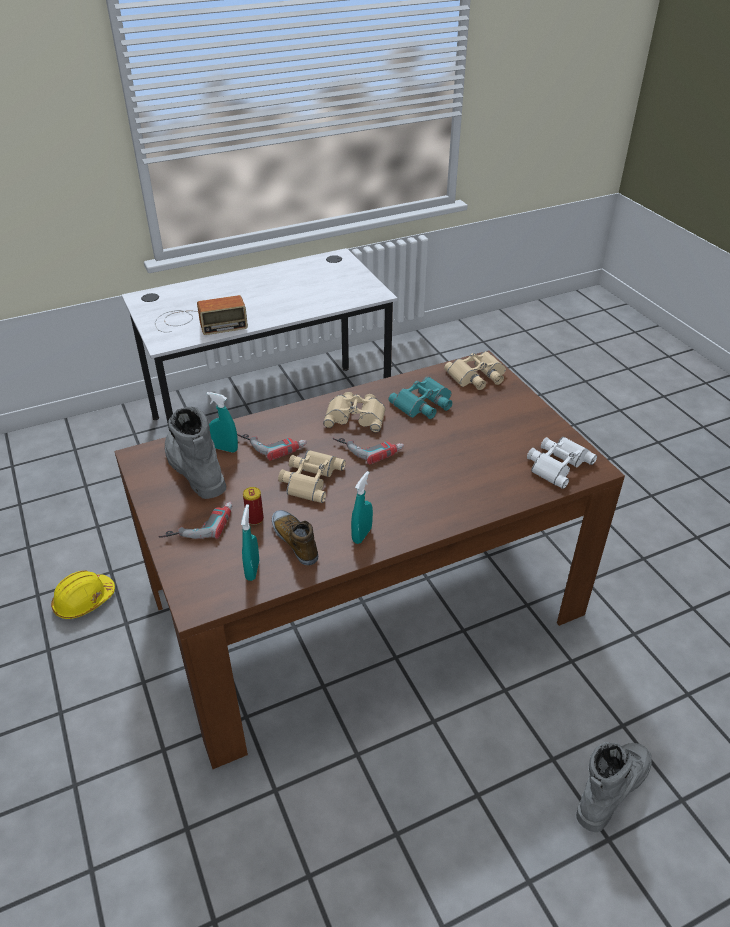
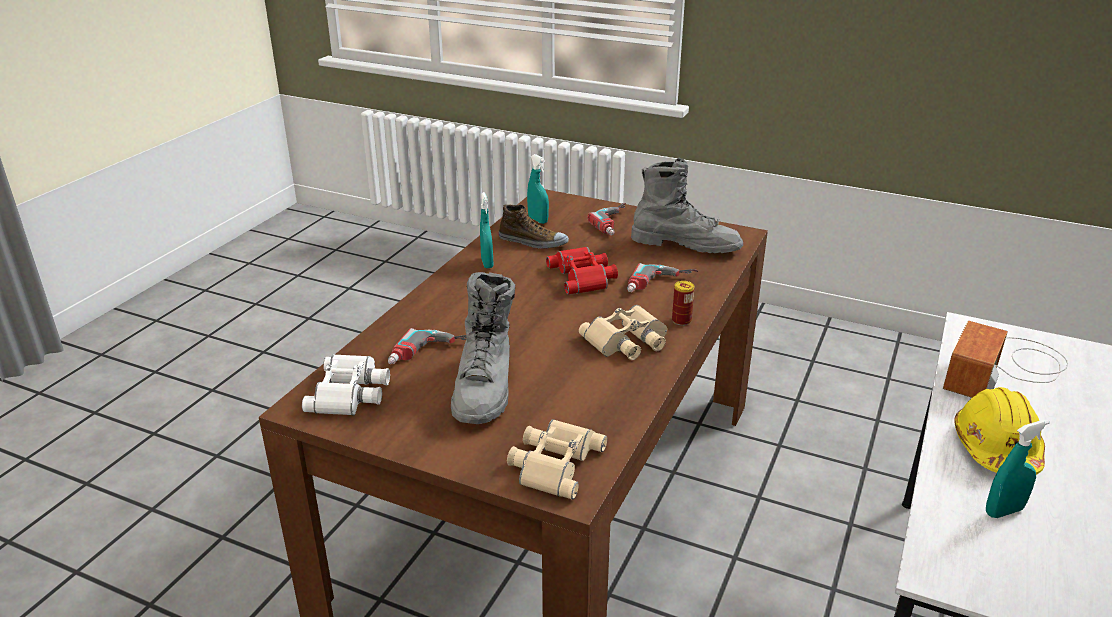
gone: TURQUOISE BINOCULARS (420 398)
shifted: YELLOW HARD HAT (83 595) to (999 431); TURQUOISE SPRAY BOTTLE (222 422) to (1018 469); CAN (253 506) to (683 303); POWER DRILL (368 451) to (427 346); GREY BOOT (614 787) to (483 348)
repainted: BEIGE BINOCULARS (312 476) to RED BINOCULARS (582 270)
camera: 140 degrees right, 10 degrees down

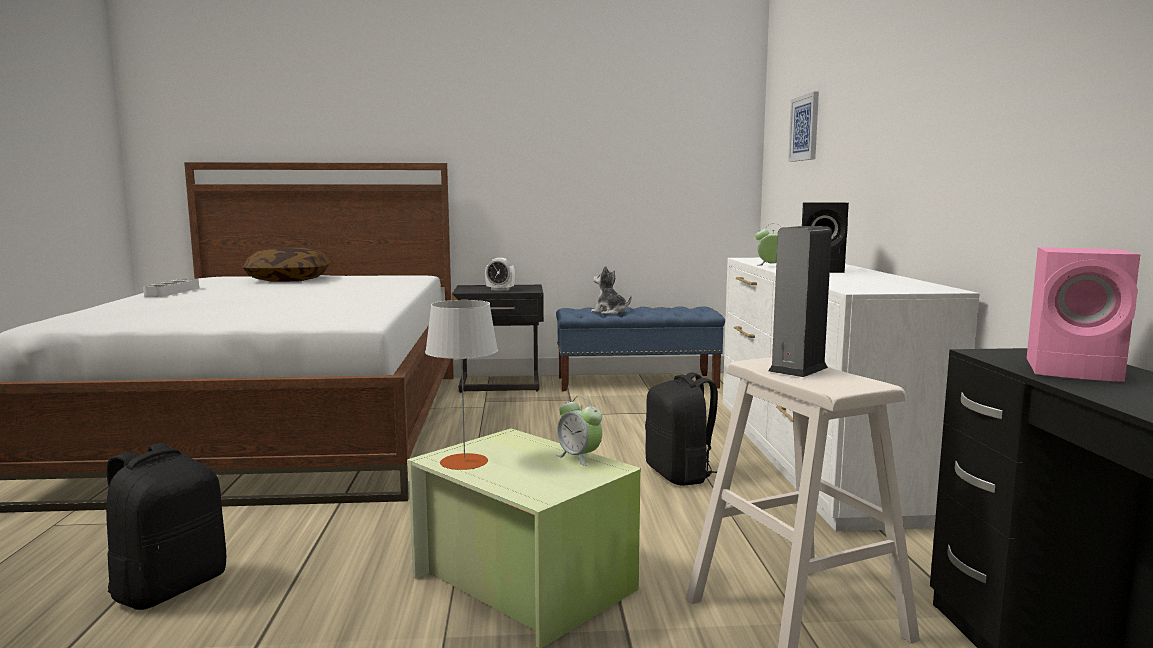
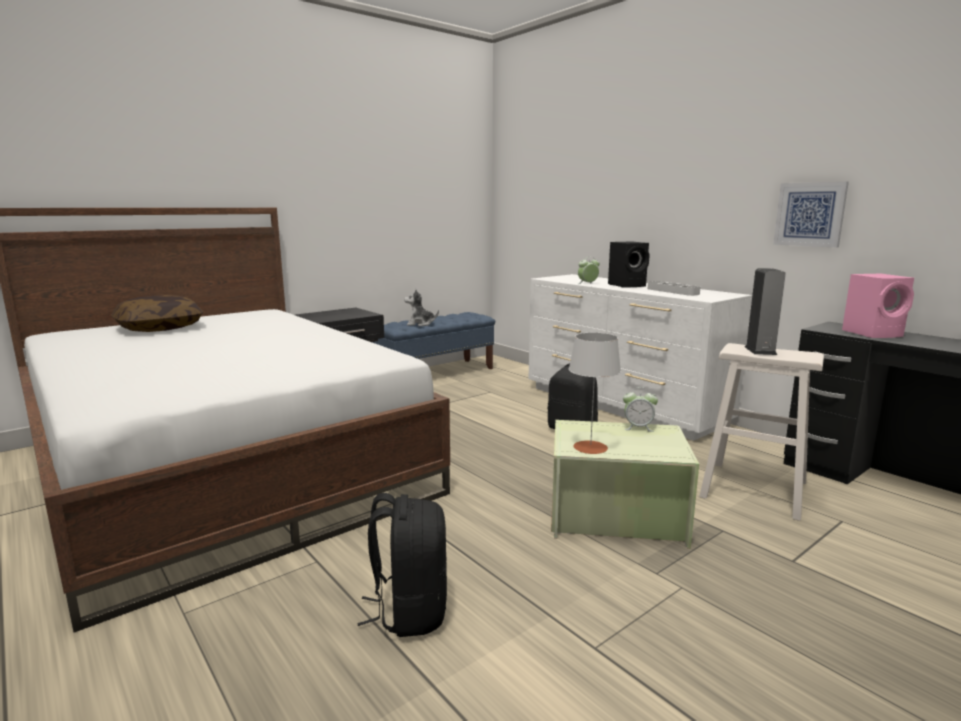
gone: ALARM CLOCK (500 274)
shifted: GREY TRAY (171 288) to (674 288); PICTURE (803 127) to (811 215)
camera: 35 degrees left, 5 degrees up

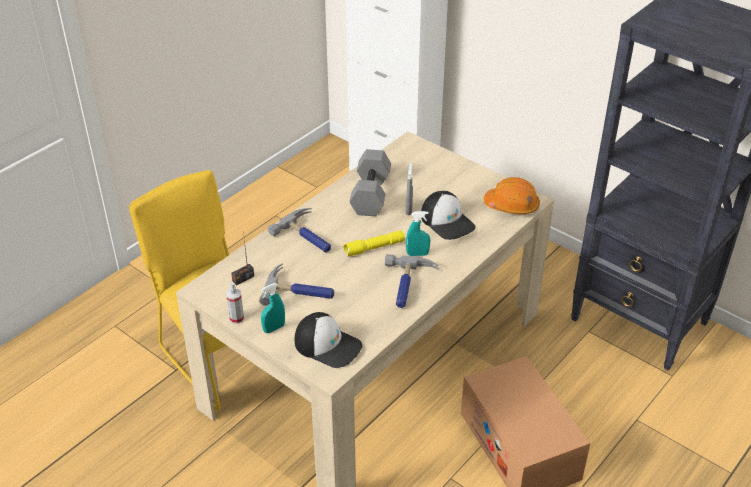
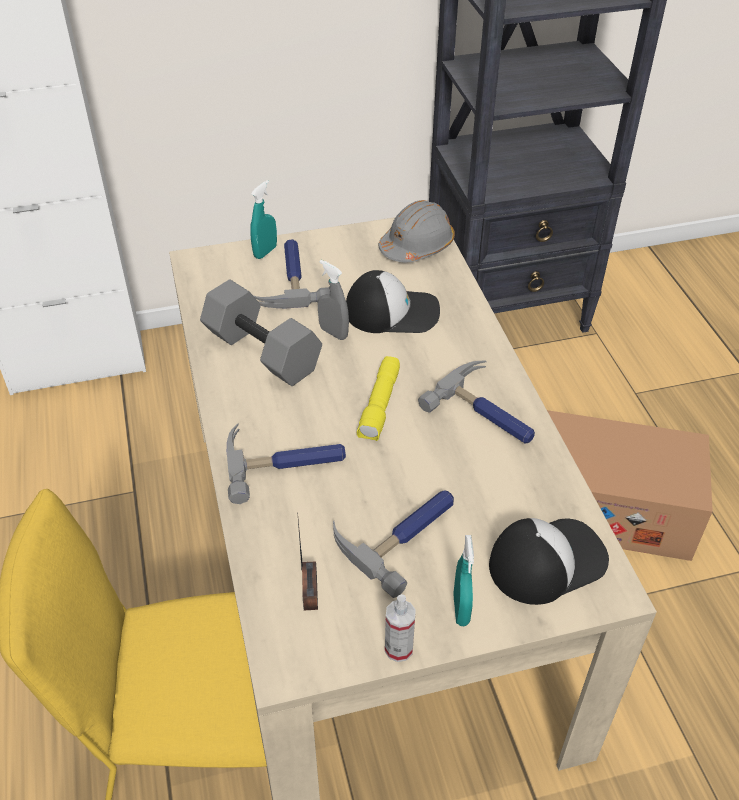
new: HAMMER (291 273)
shifted: TURQUOISE SPRAY BOTTLE (418 233) to (263 219)
repainted: ORANGE HARD HAT (511 195) to GREY HARD HAT (417 231)
camera: 55 degrees left, 5 degrees up

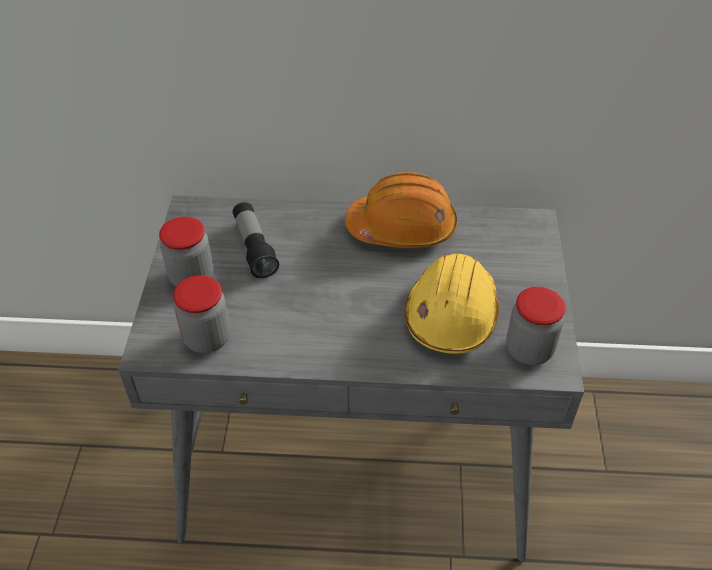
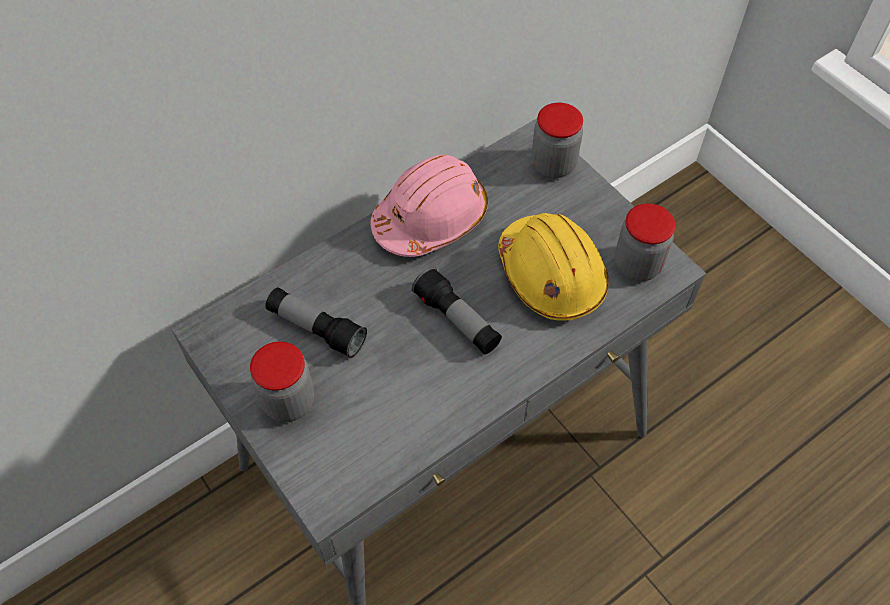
new: FLASHLIGHT (457 310)
shifted: JAR (201 314) to (557 140)
repainted: ORANGE HARD HAT (401 210) to PINK HARD HAT (429 206)
camera: 40 degrees left, 10 degrees up

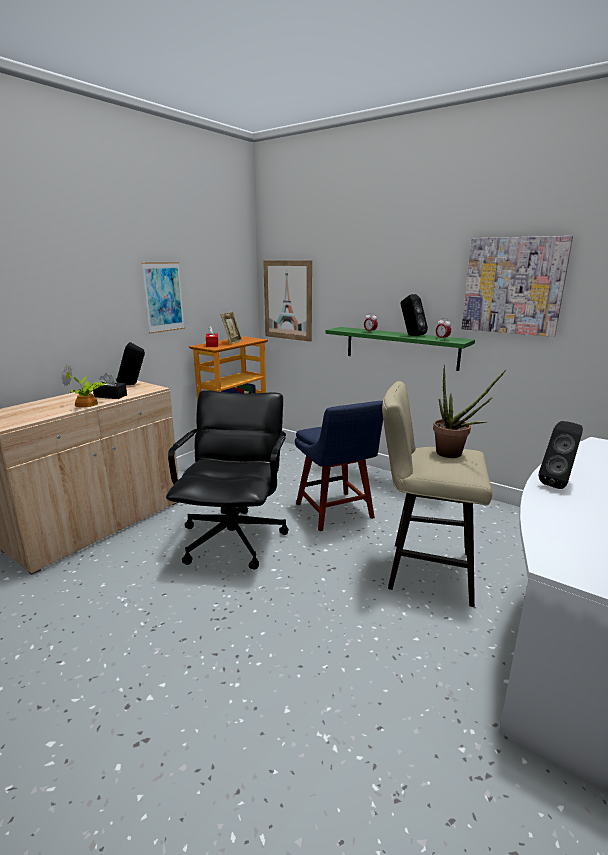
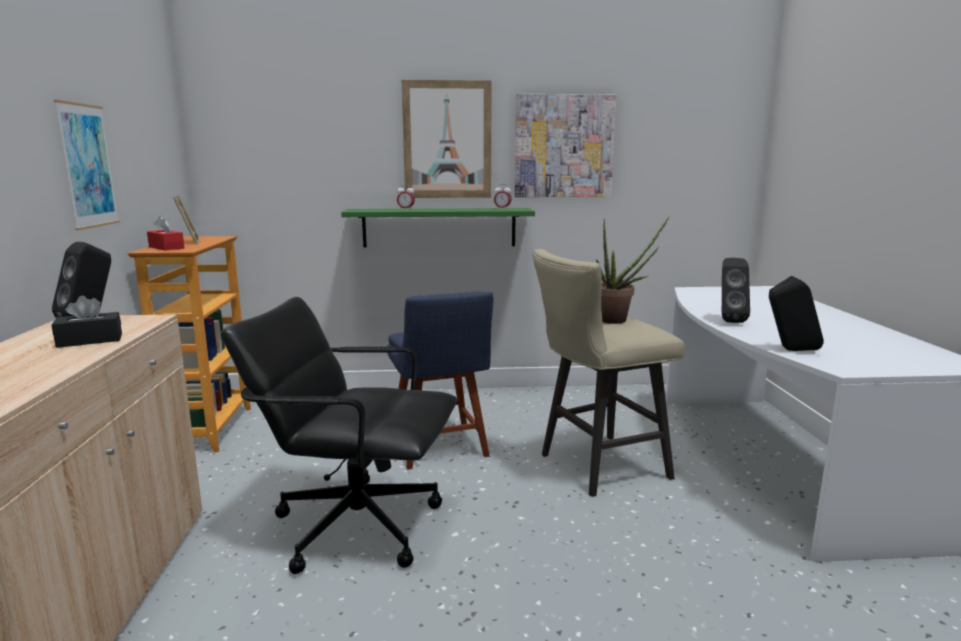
gone: POTTED PLANT (84 386)
shifted: PICTURE (287 301) to (447 139); BLACK SPEAKER (414 315) to (796 313)
rotated: BLACK OFFICE CHAIR (227 480) = (339 435) 45 degrees counterclockwise; BLUE CHAIR (339 466) = (441 380) 45 degrees clockwise
camera: 40 degrees left, 5 degrees down

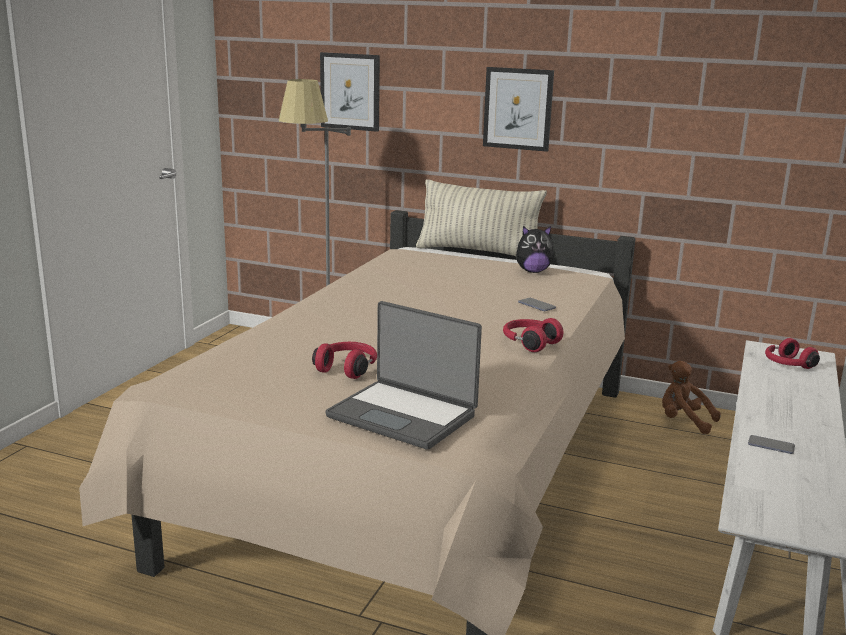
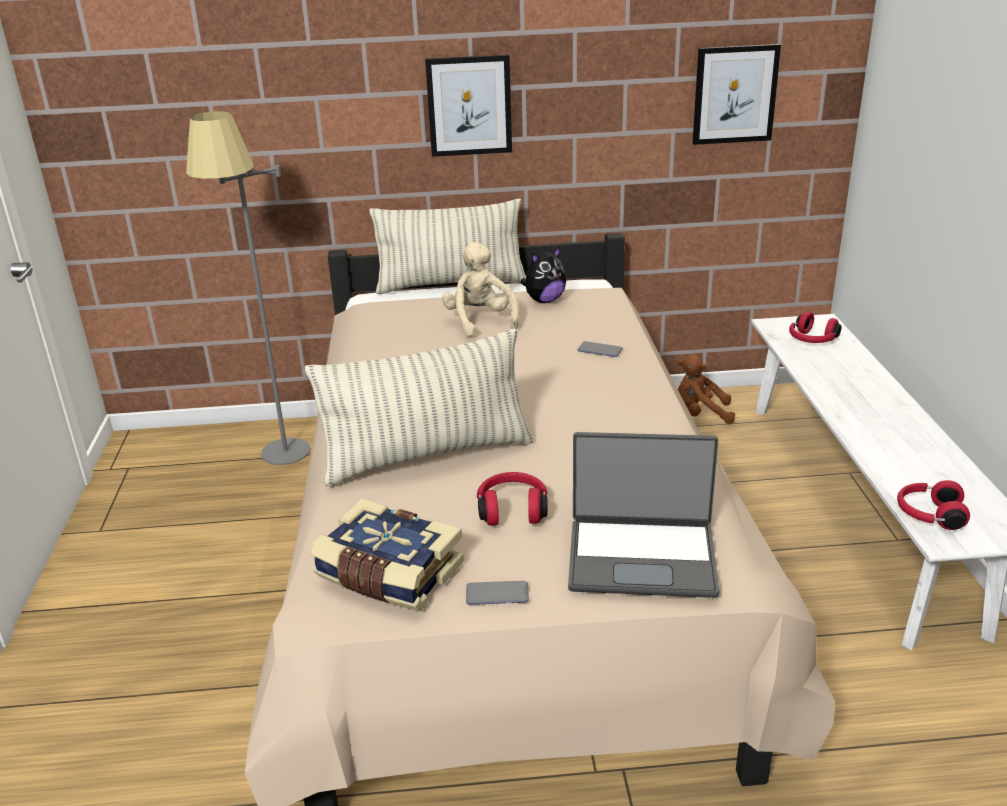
new: PILLOW (419 407); BOOK (387 555); BEIGE PLUSH TOY (480 289)
shifted: PICTURE (350 92) to (737 94); RED HEADPHONES (533 335) to (933 505); PHONE (771 444) to (497 593)
camera: 25 degrees left, 10 degrees up

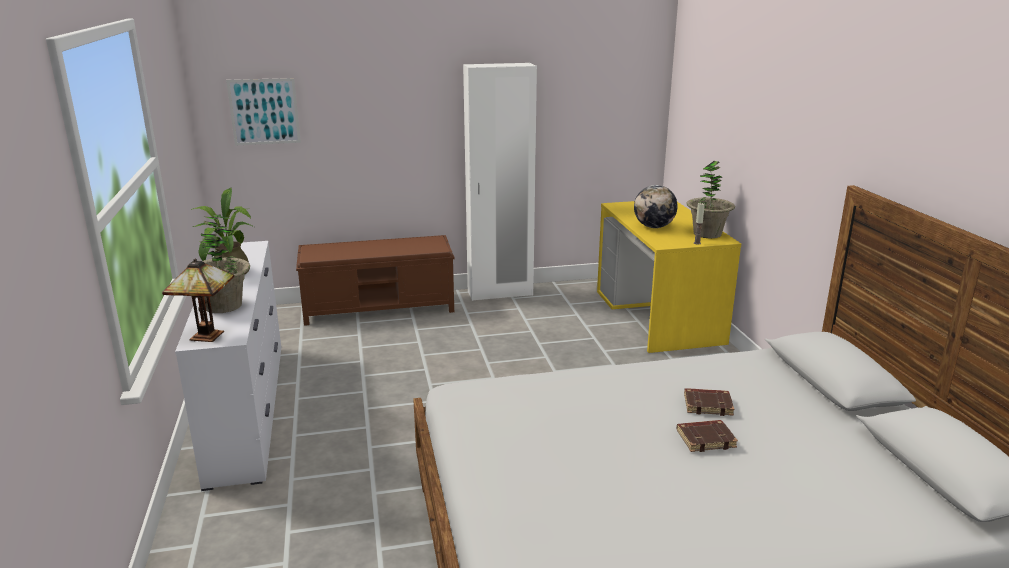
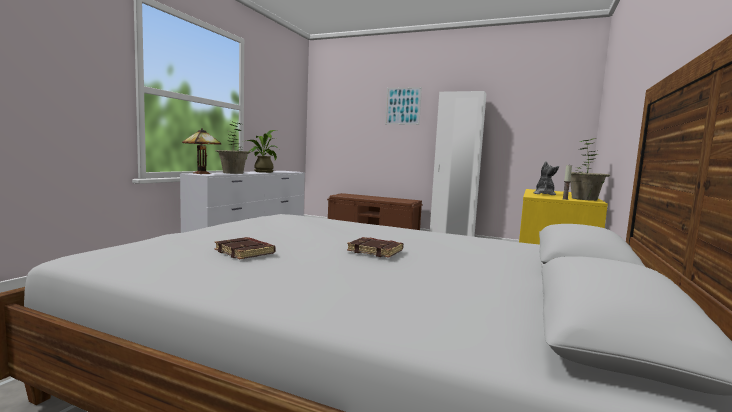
shifted: PICTURE (263 111) to (403 106); BROWN BOOK (709 402) to (245 248)
swapped: GLOBE (656 206) to PLUSH TOY (546 178)
camera: 35 degrees right, 15 degrees down

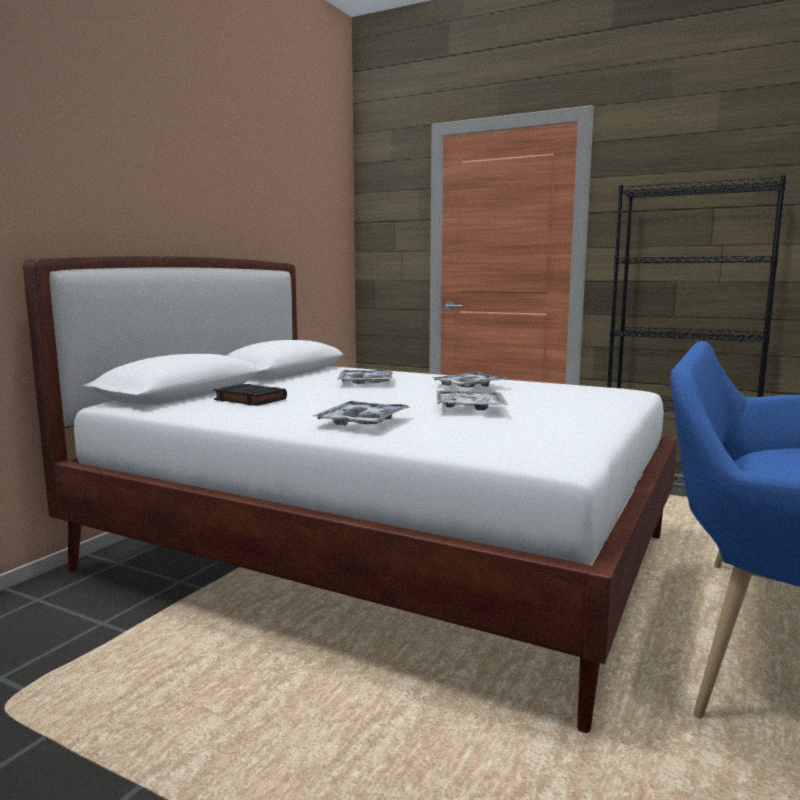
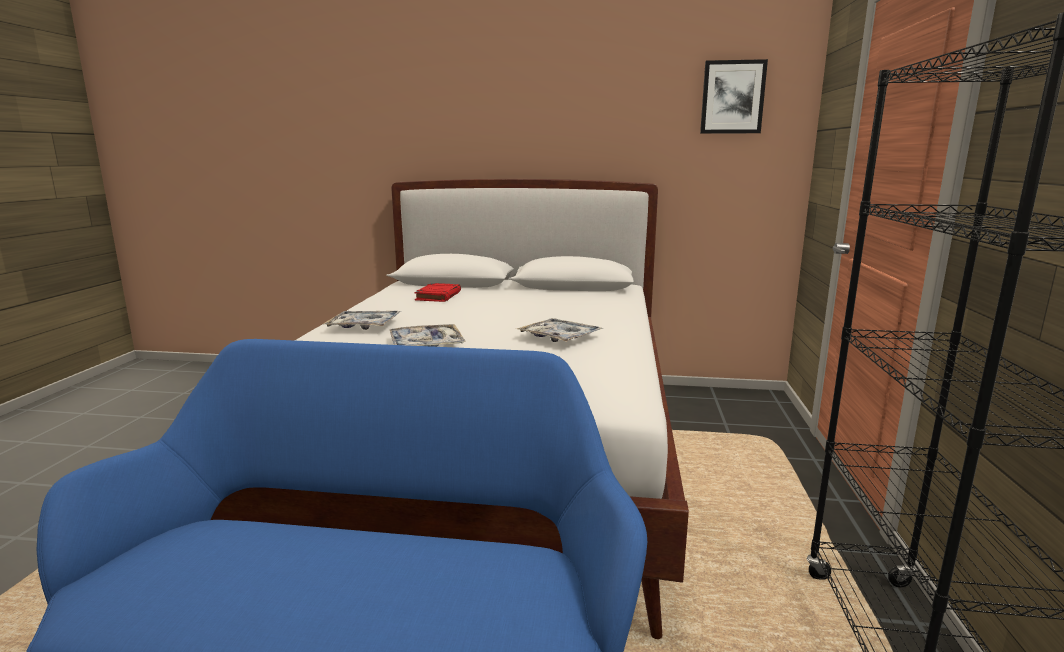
gone: TRAY (365 376)
new: PICTURE (734 96)
repainted: BLACK BOOK (250 395) to RED BOOK (437 292)
camera: 70 degrees right, 5 degrees up

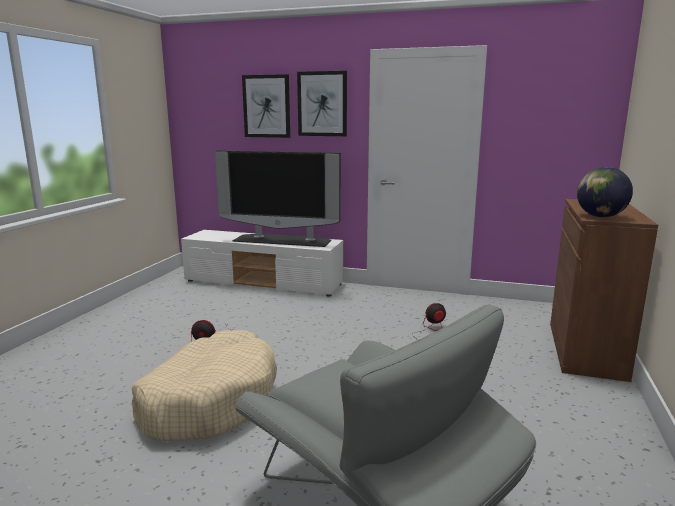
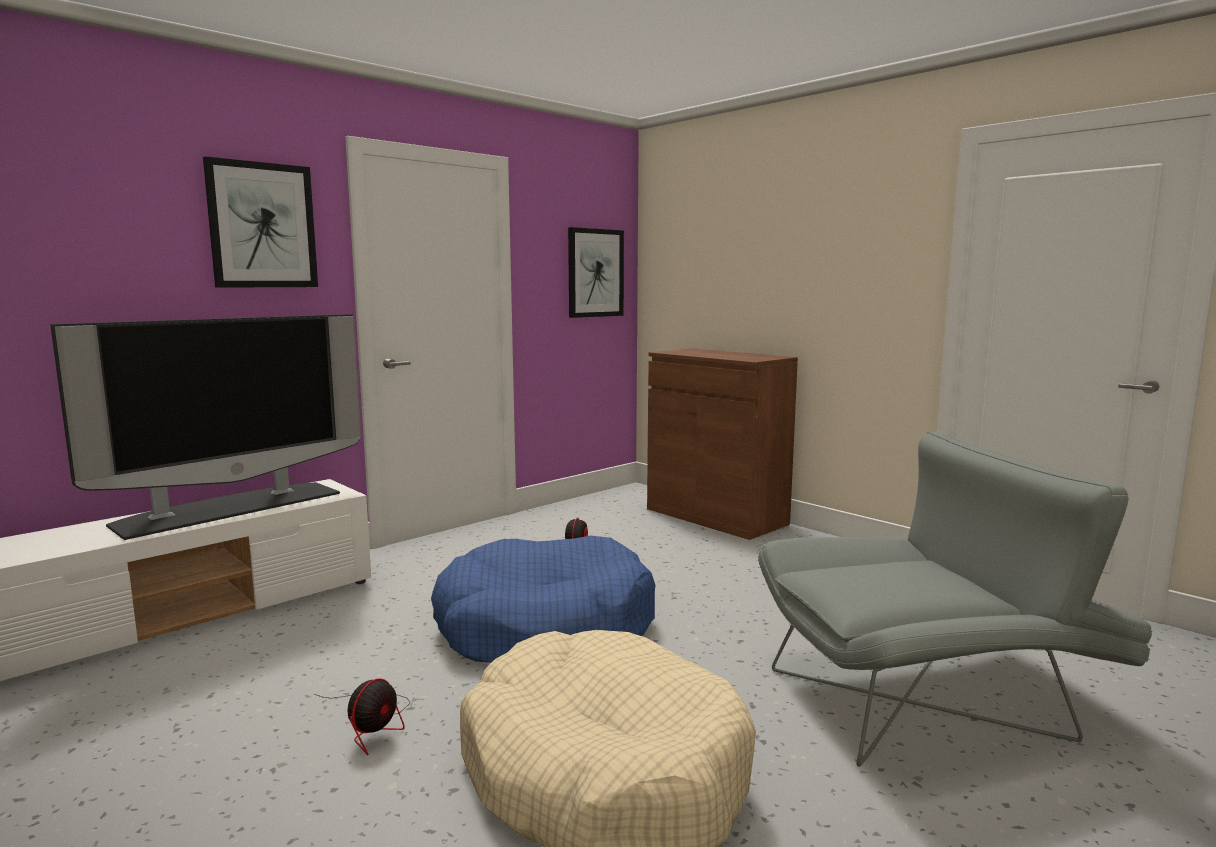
gone: GLOBE (605 192)
new: BLUE DOG BED (543 599)
shifted: PICTURE (266 106) to (596 272)
camera: 60 degrees left, 5 degrees down

